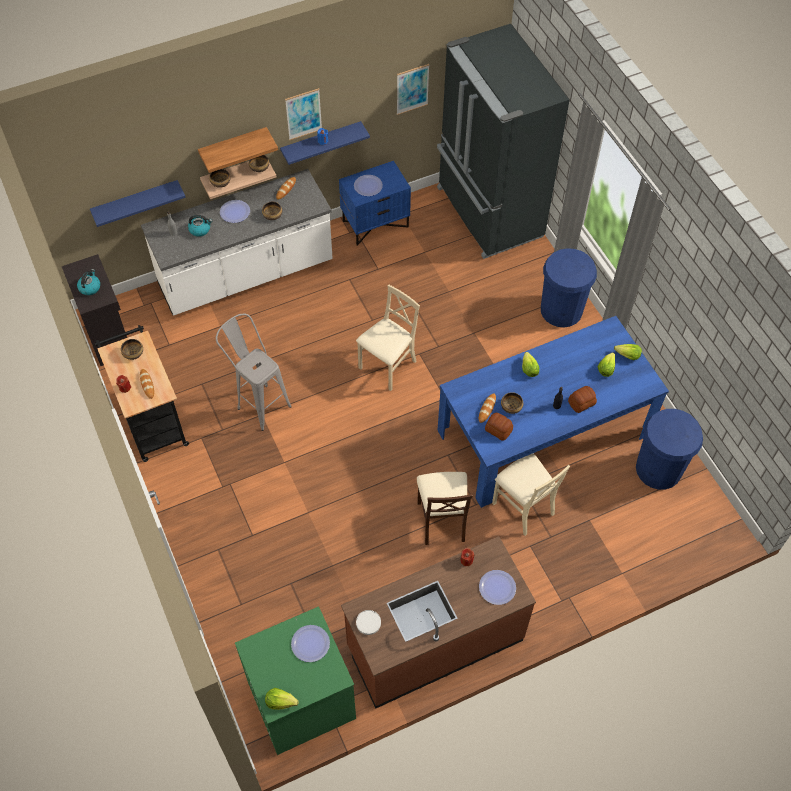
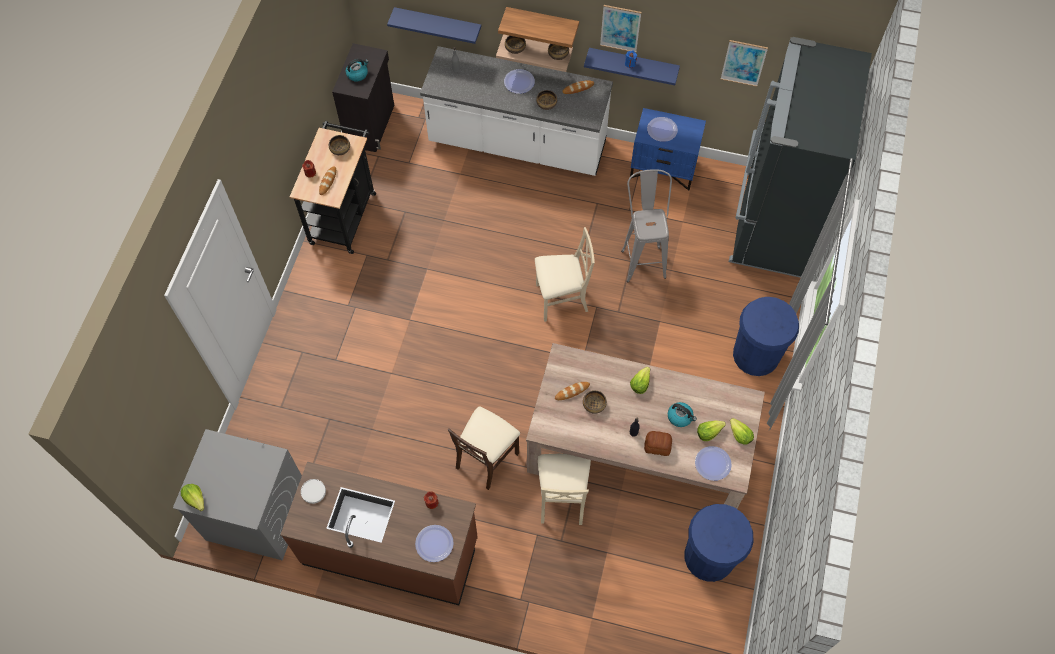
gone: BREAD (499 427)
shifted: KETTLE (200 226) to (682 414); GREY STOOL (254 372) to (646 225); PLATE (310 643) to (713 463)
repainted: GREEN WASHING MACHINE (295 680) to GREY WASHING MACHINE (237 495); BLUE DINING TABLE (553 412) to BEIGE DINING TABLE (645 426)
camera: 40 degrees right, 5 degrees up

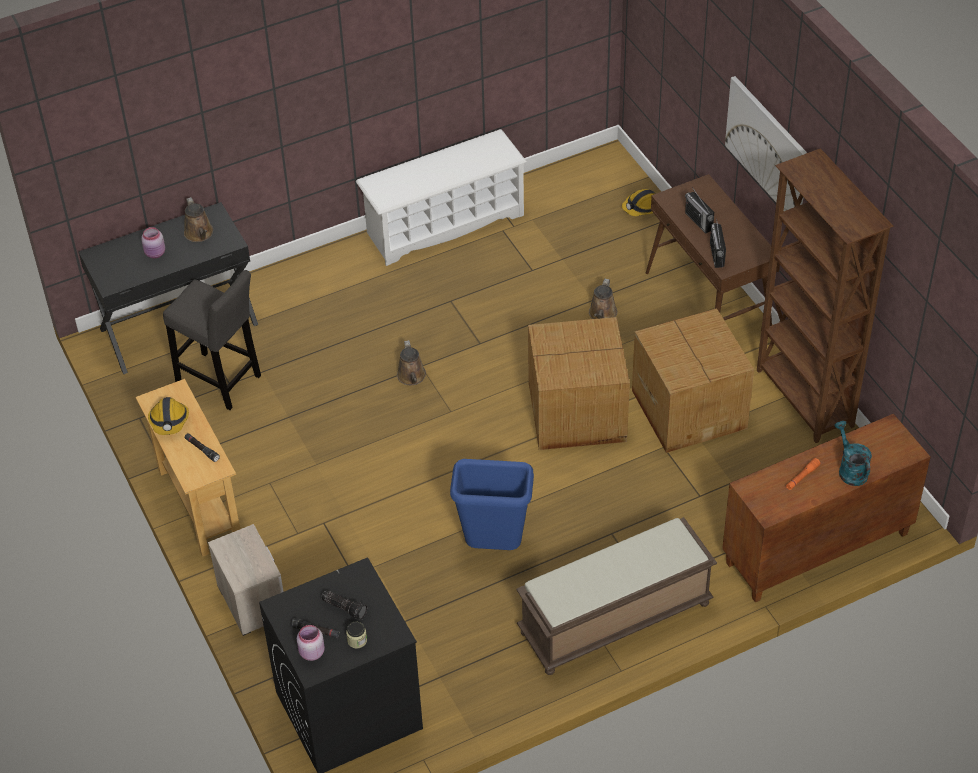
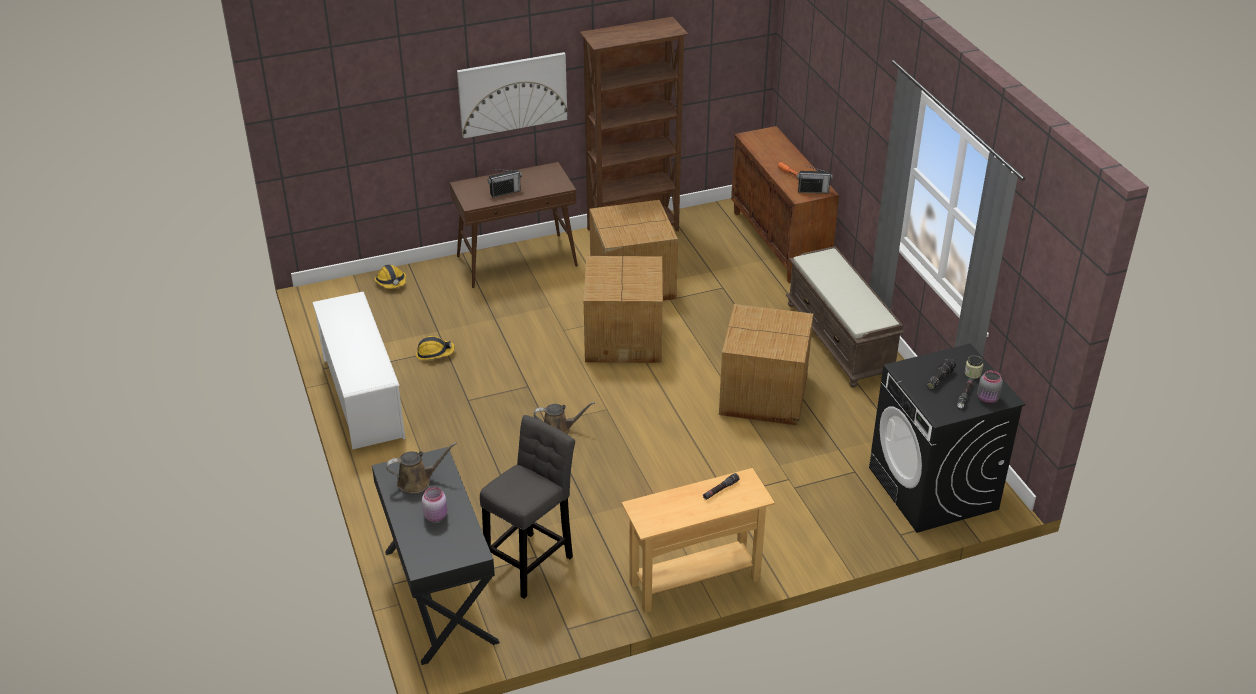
gone: NIGHTSTAND (246 580); BROWN WATERING CAN (603 299); TURQUOISE WATERING CAN (853 453)
shifted: HARD HAT (168 416) to (435 348); RADIO (718 243) to (815 179)
swapped: BLUE TRASH CAN (492 504) to CARDBOARD BOX (766 365)
repainted: PINK JAR (311 643) to GREY JAR (990 387)
camera: 85 degrees left, 10 degrees down

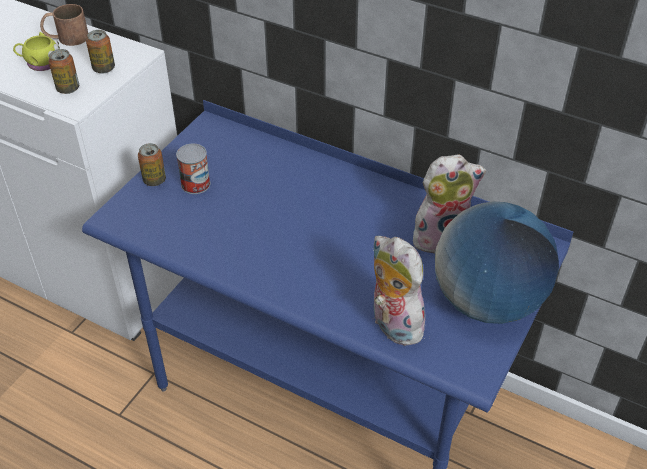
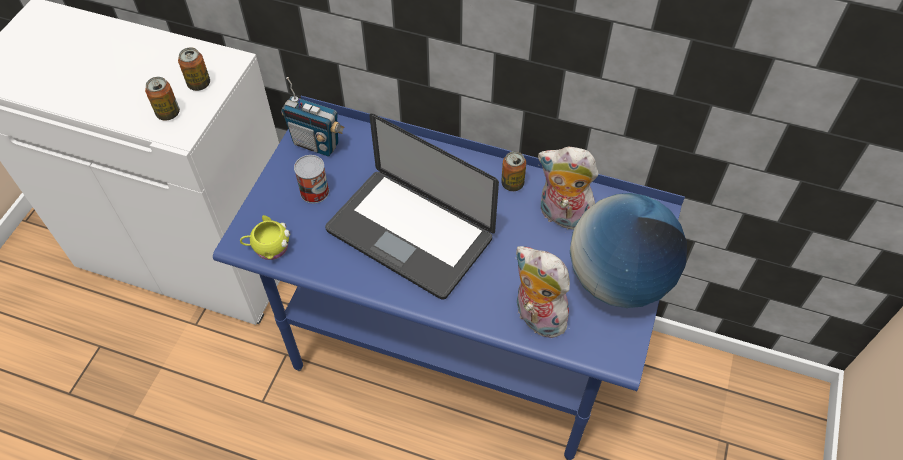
gone: BROWN MUG (64 25)
new: RADIO (312 116); LAPTOP (412 206)
shifted: YELLOW MUG (36 51) to (265 237); CAN (152 164) to (513 171)
rotated: PLUSH TOY (449 204) = (568 188) 135 degrees counterclockwise
camera: 10 degrees left, 10 degrees up

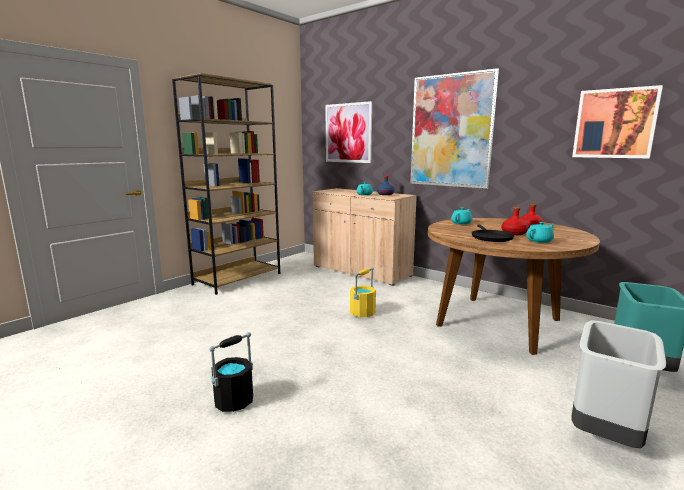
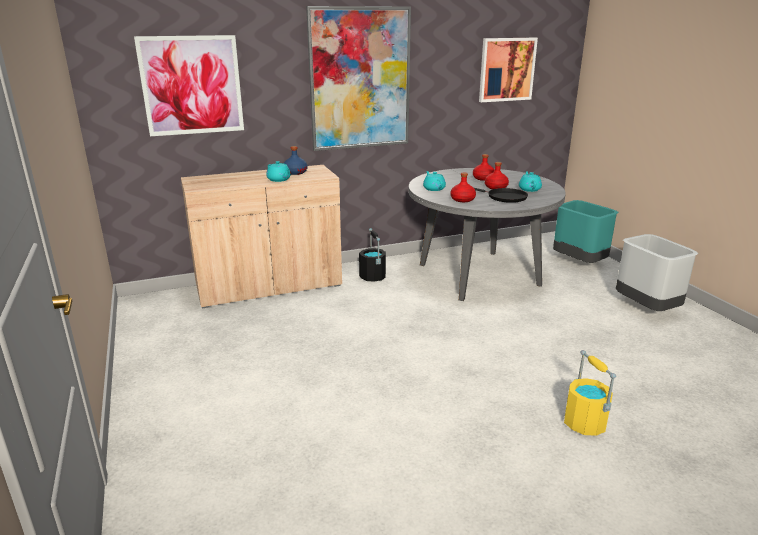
gone: BROWN BOOKCASE (226 184)
new: RED BOTTLE (463 187)
shifted: BLACK BUCKET (231 372) to (372 255); YELLOW BUCKET (363 292) to (590 393)
repainted: BROWN DINING TABLE (514 286) to GREY DINING TABLE (487 234)
camera: 60 degrees left, 10 degrees up

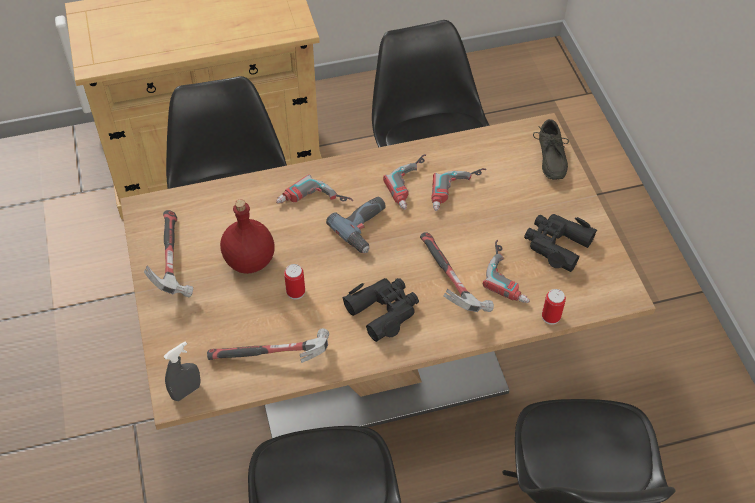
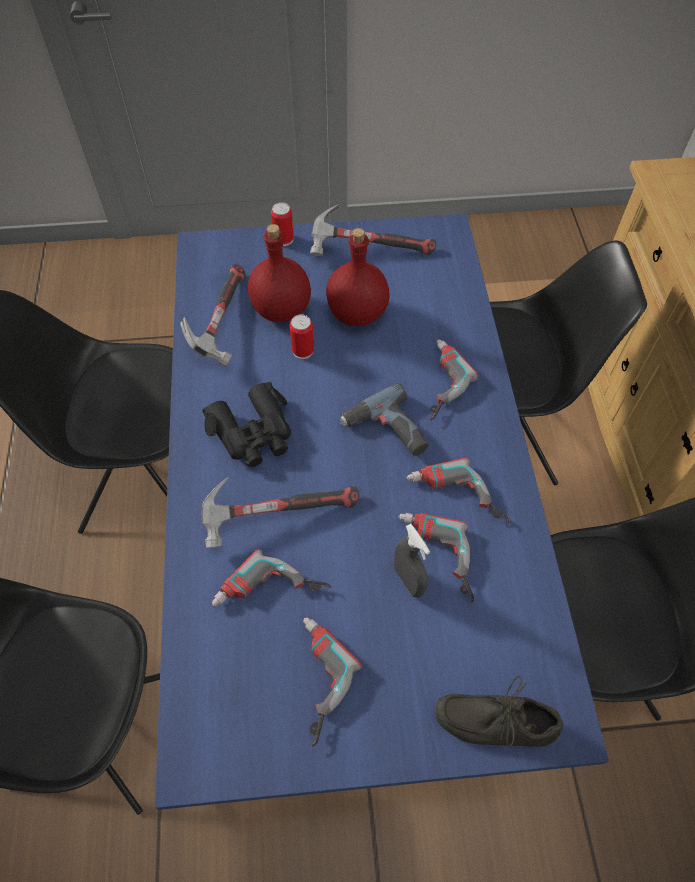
new: RED BOTTLE (279 273)
shifted: GREY SPRAY BOTTLE (181 371) to (412 561); CAN (554 307) to (282 224)
swapped: BLACK BINOCULARS (560 243) to POWER DRILL (332 682)
repainted: BROWN DINING TABLE (388 275) to BLUE DINING TABLE (382 511)
camera: 100 degrees right, 5 degrees up

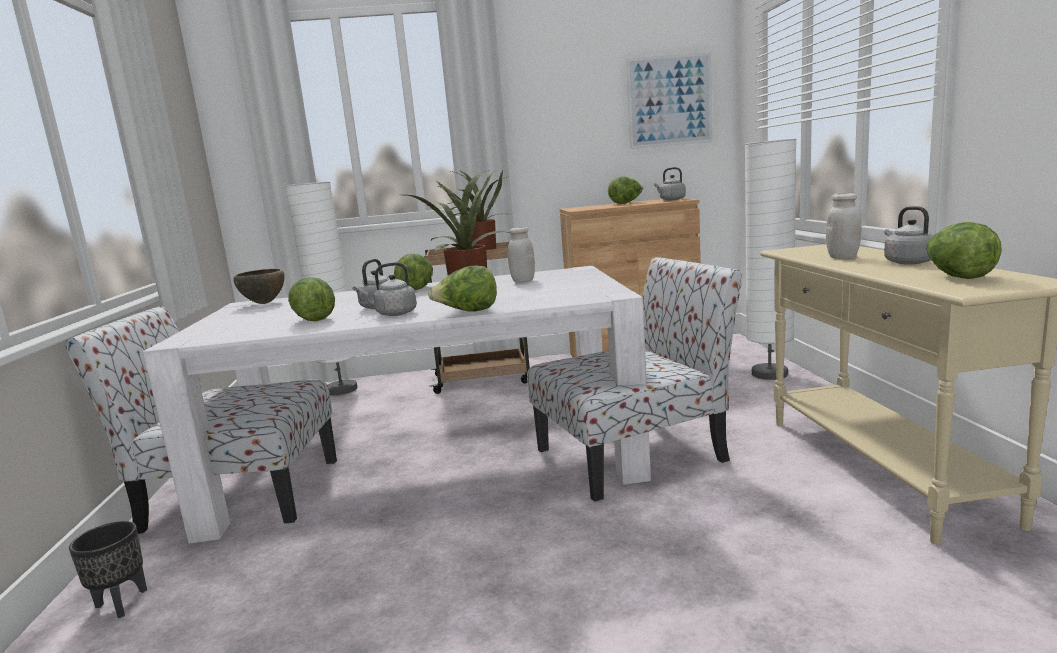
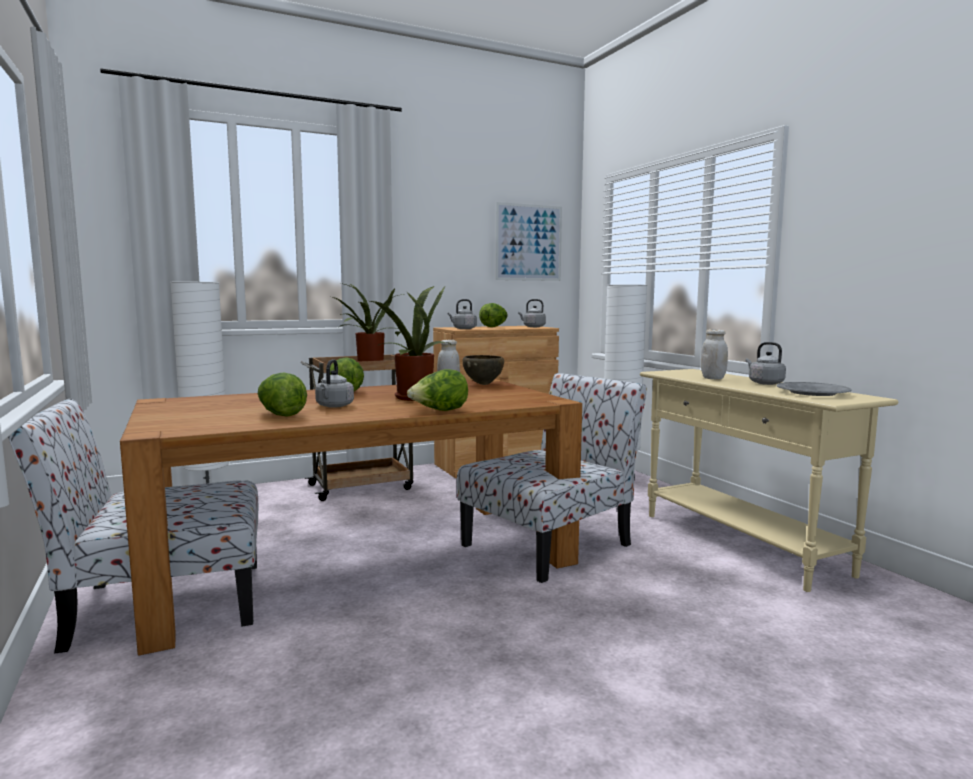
gone: BLACK PLANTER (108 569)
shifted: BROWN BOWL (259 286) to (483 370); GREY KETTLE (388 289) to (462 314)
swapped: LETTUCE (964 250) to GREY PLATE (814 389)
repainted: WHITE DINING TABLE (397 405) to BROWN DINING TABLE (351 517)
camera: 20 degrees left, 5 degrees down

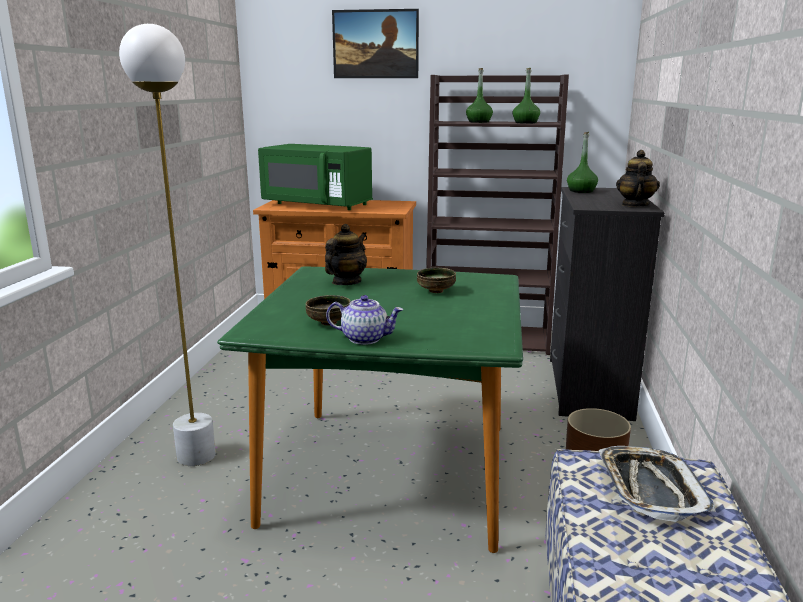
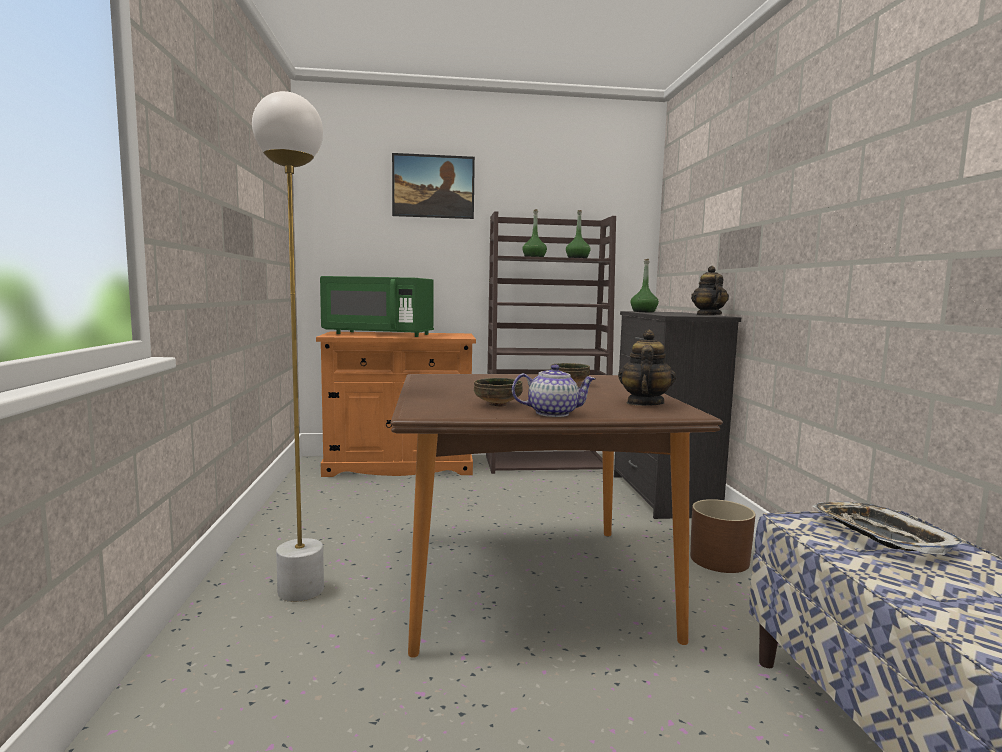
shifted: TEAPOT (346 254) to (647 368)
repainted: GREEN DINING TABLE (370 409) to BROWN DINING TABLE (556 516)
camera: 15 degrees left, 10 degrees down

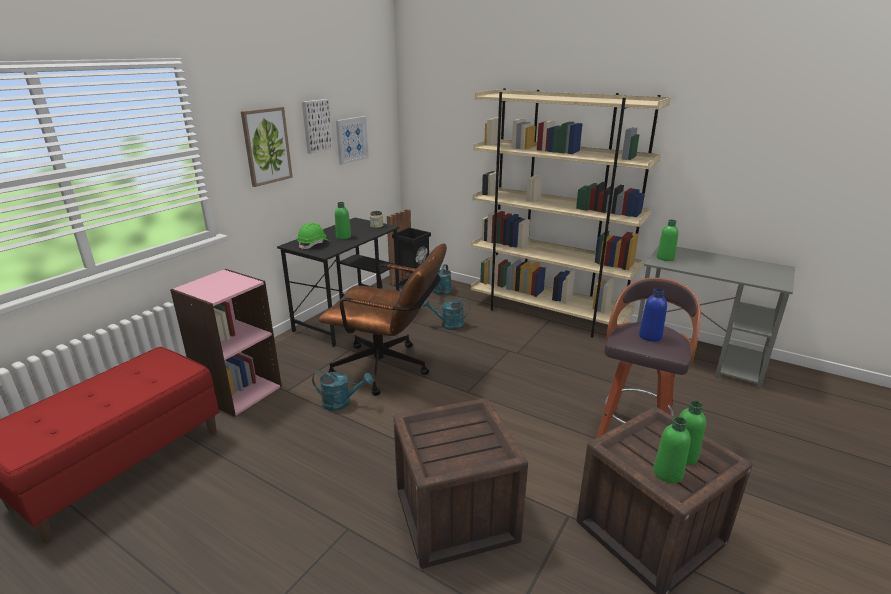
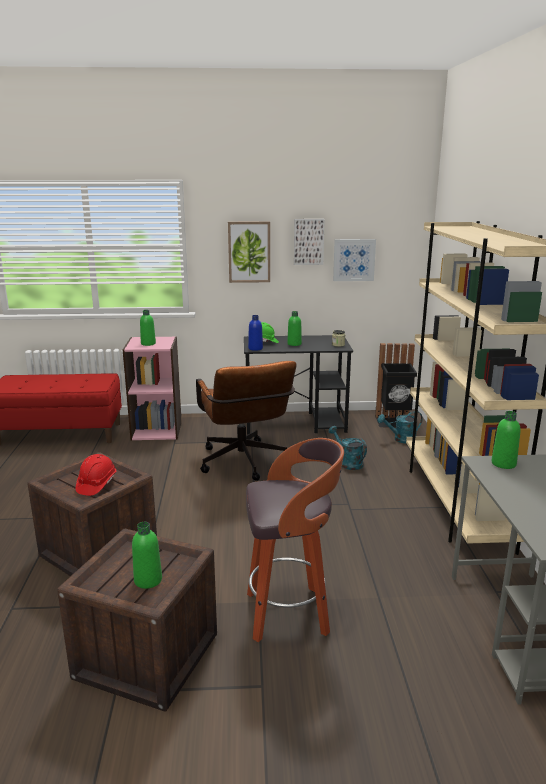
gone: TURQUOISE WATERING CAN (342 390)
new: RED HARD HAT (96 475)
shifted: BLUE BOTTLE (653 315) to (255 333); GREEN BOTTLE (672 450) to (148 328)
camera: 55 degrees right, 5 degrees down

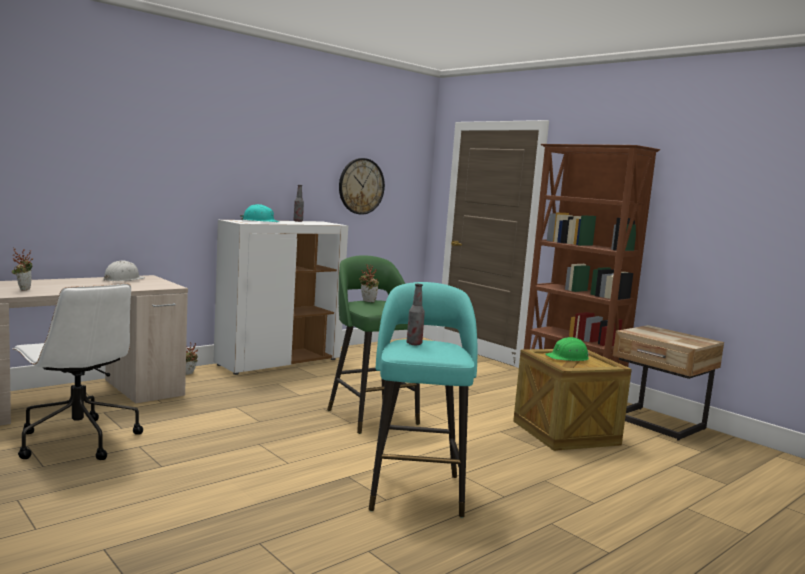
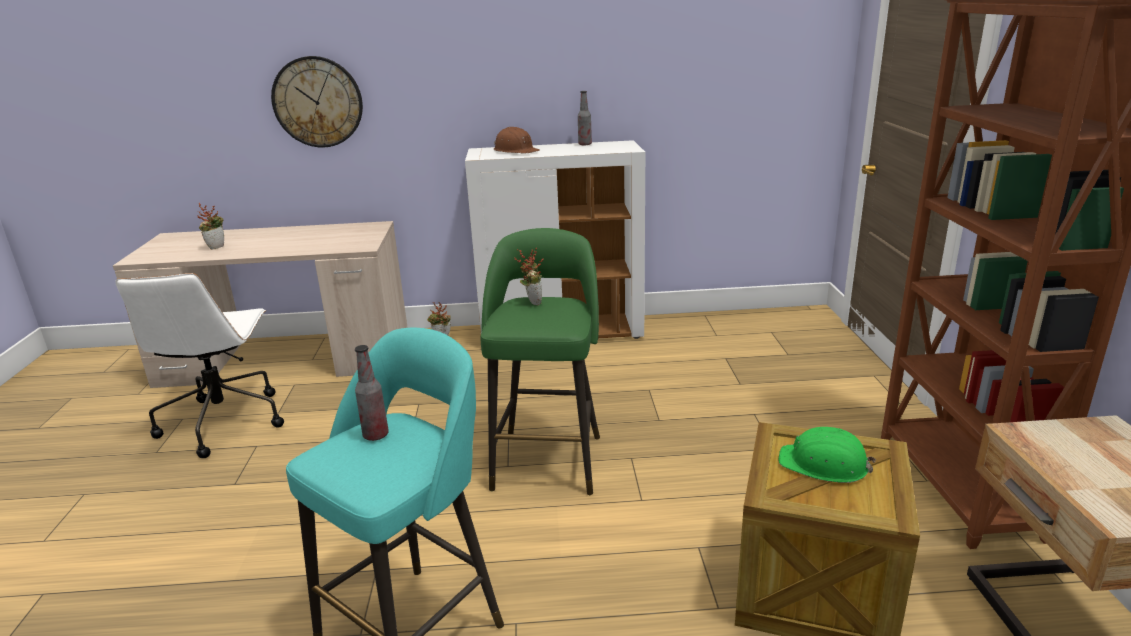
gone: WHITE HARD HAT (124 271)
shifted: WALL CLOCK (362 186) to (317 101)
repainted: TURQUOISE HARD HAT (260 213) to BROWN HARD HAT (517 140)
camera: 40 degrees right, 15 degrees up

